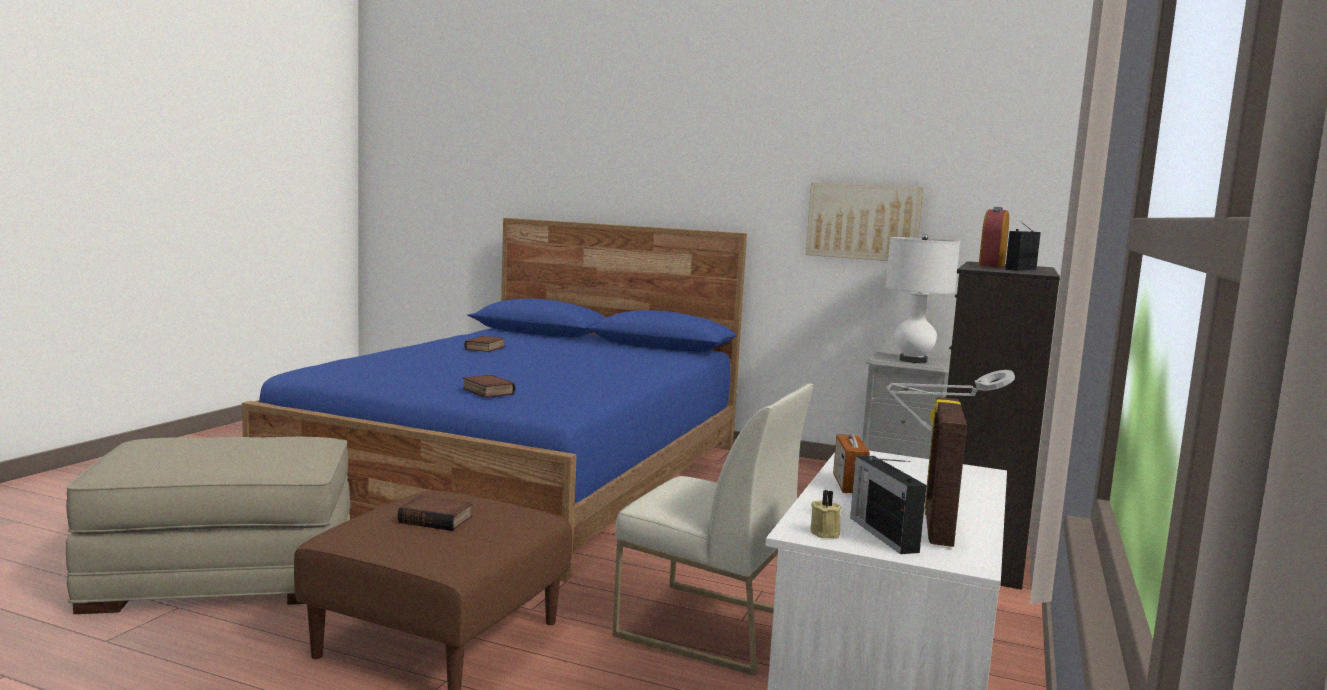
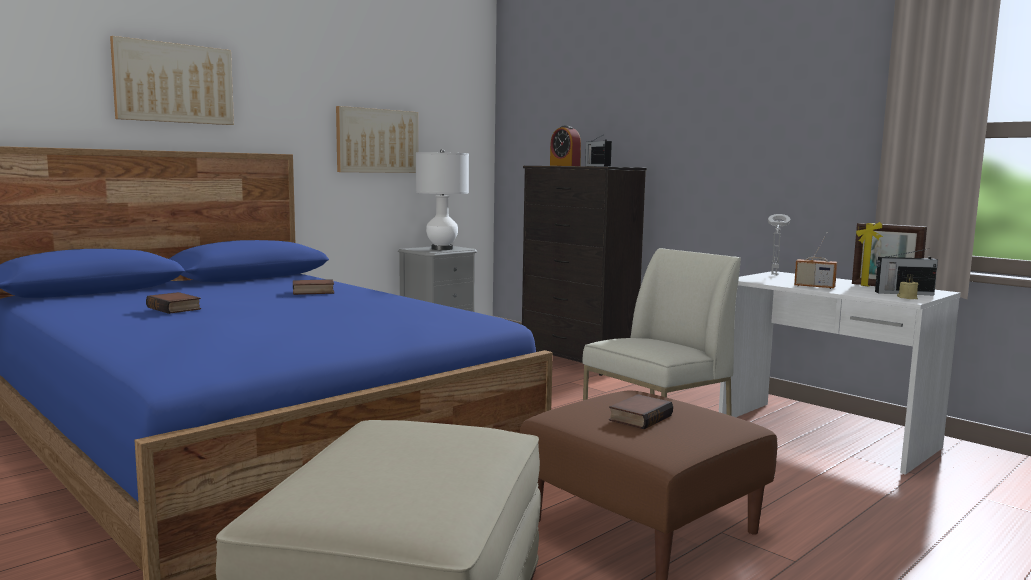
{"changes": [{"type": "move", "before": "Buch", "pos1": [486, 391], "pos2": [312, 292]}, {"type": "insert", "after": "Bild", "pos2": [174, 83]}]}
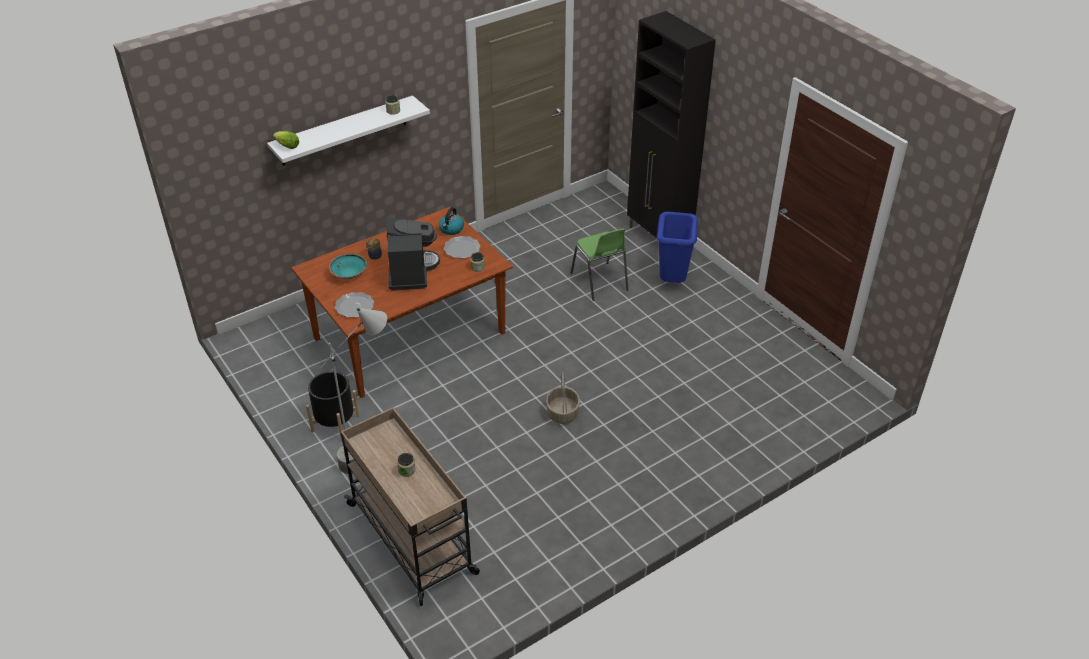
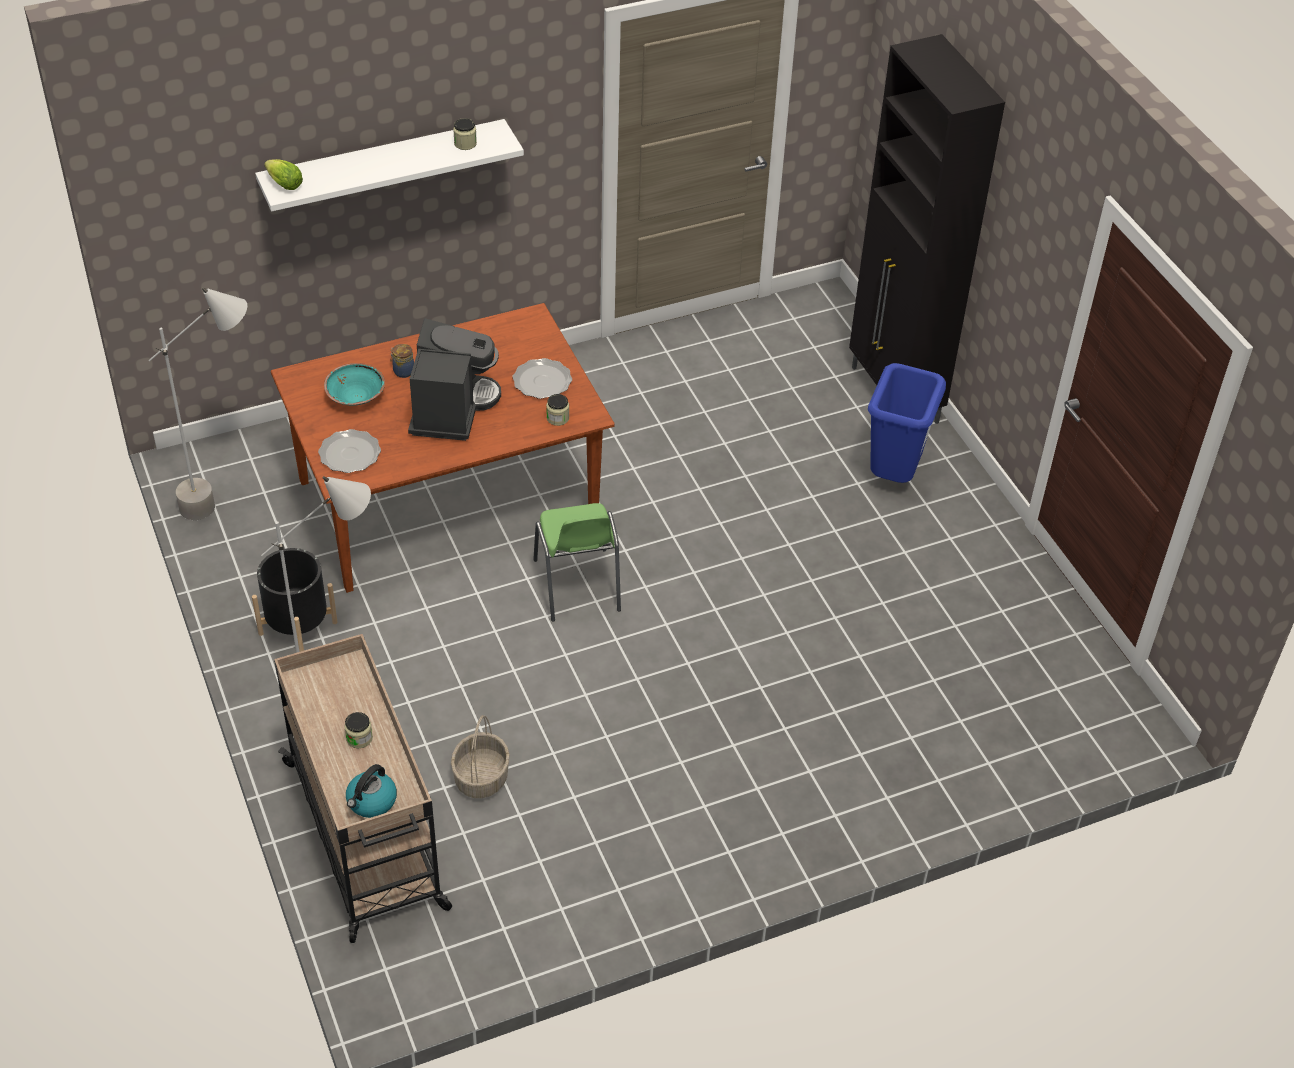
{"changes": [{"type": "move", "before": "Wasserkessel", "pos1": [451, 229], "pos2": [371, 802]}, {"type": "move", "before": "Korb", "pos1": [563, 413], "pos2": [481, 778]}, {"type": "move", "before": "Stuhl (grün)", "pos1": [599, 282], "pos2": [577, 586]}, {"type": "insert", "after": "Stehlampe (grau)", "pos2": [227, 502]}]}
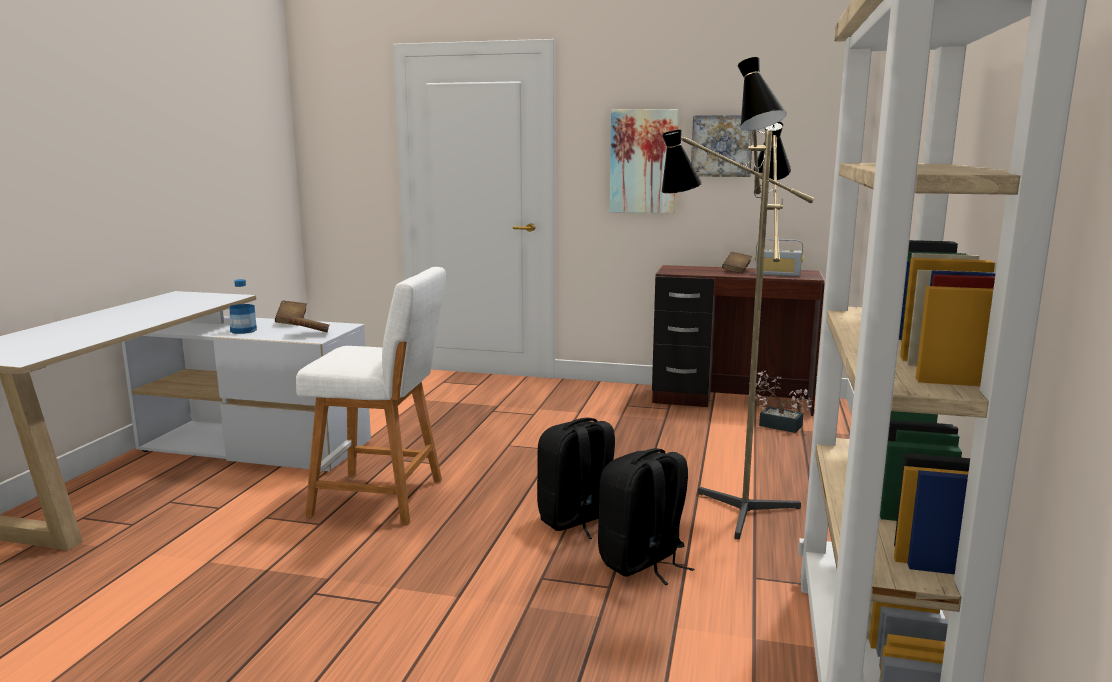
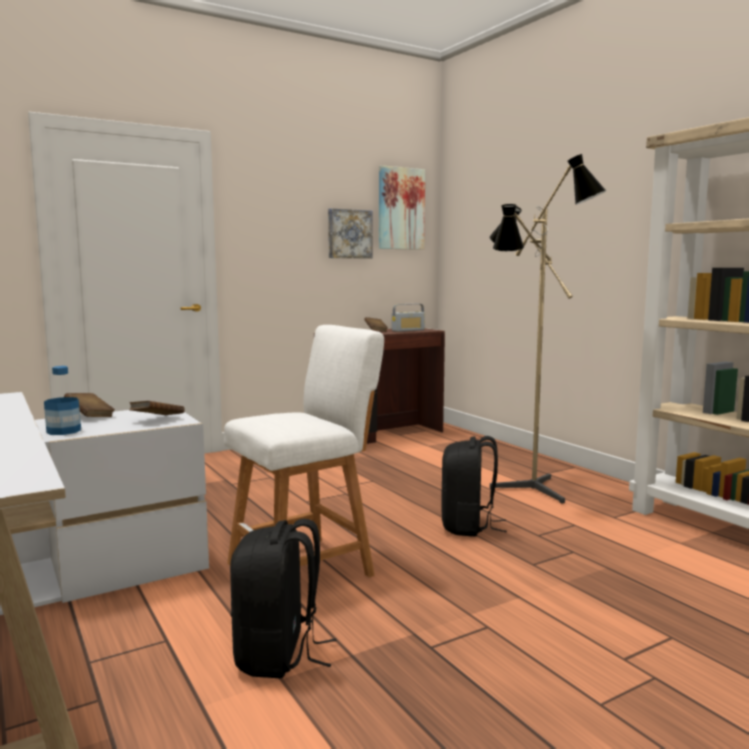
{"changes": [{"type": "move", "before": "Rucksack (schwarz)", "pos1": [642, 562], "pos2": [279, 655]}, {"type": "move", "before": "Bild", "pos1": [643, 161], "pos2": [400, 208]}, {"type": "delete", "before": "Topfpflanze", "pos1": [775, 424]}]}
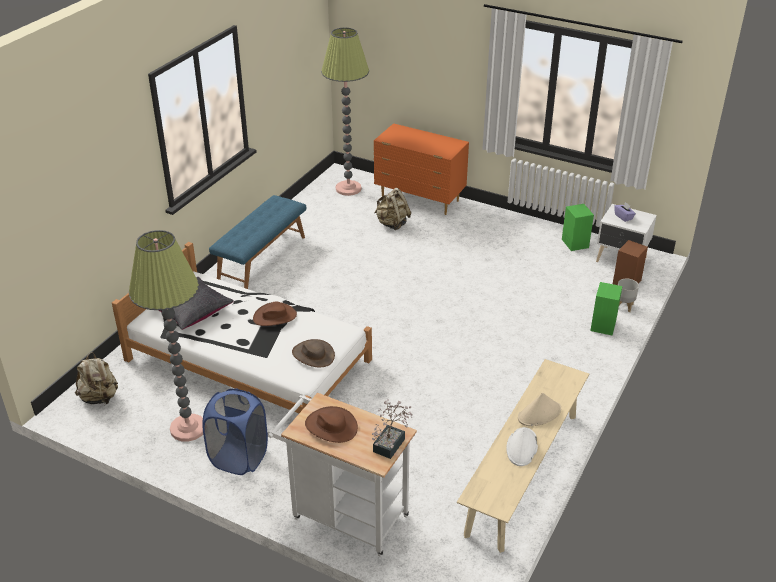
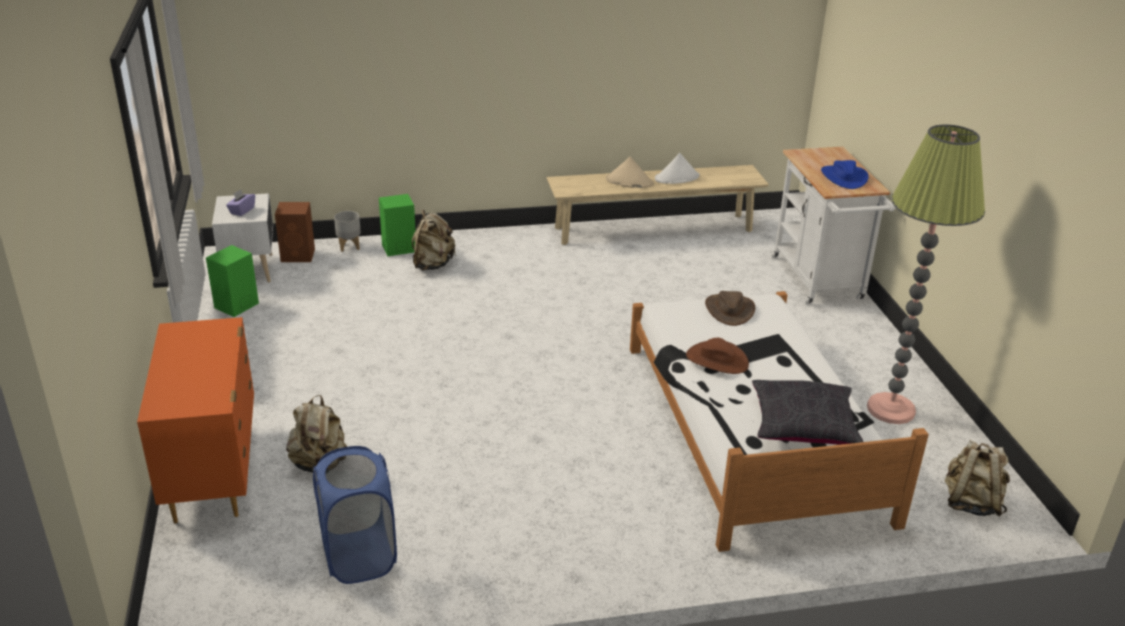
{"changes": [{"type": "move", "before": "Wäschekorb (blau)", "pos1": [239, 458], "pos2": [359, 557]}, {"type": "delete", "before": "Bank (blau)", "pos1": [261, 258]}, {"type": "recolor", "before": "Hut (braun)", "after": "Hut (blau)", "pos1": [331, 426], "pos2": [843, 177]}, {"type": "delete", "before": "Stehlampe", "pos1": [348, 188]}, {"type": "delete", "before": "Topfpflanze", "pos1": [391, 443]}, {"type": "insert", "after": "Rucksack (beige)", "pos2": [432, 265]}]}
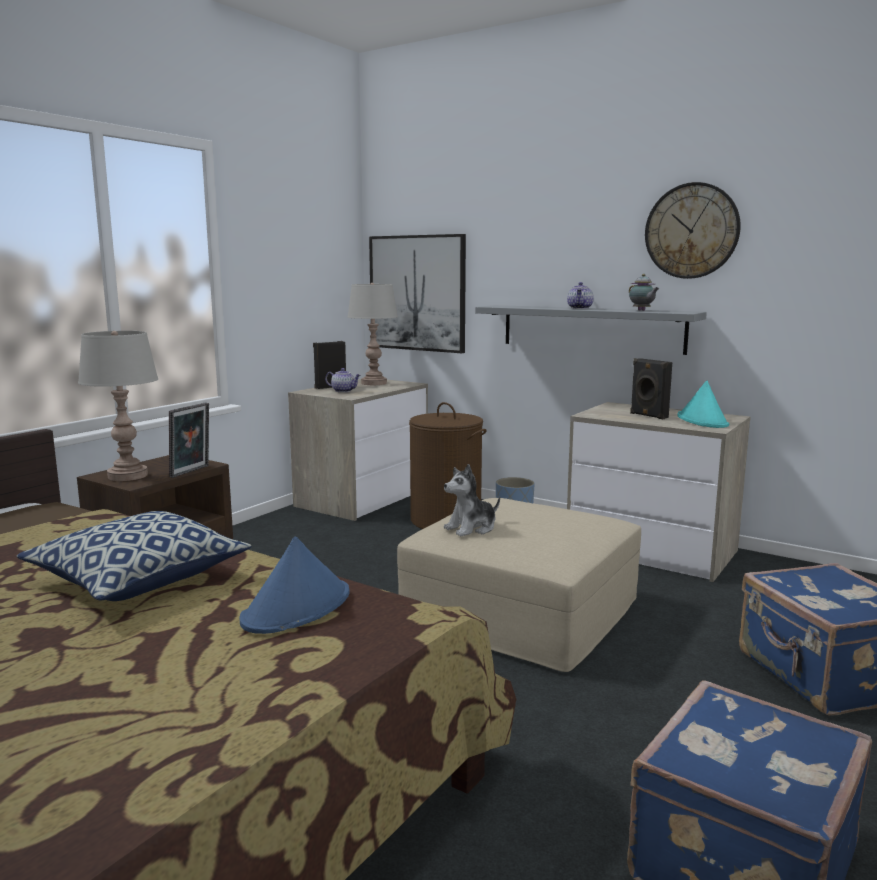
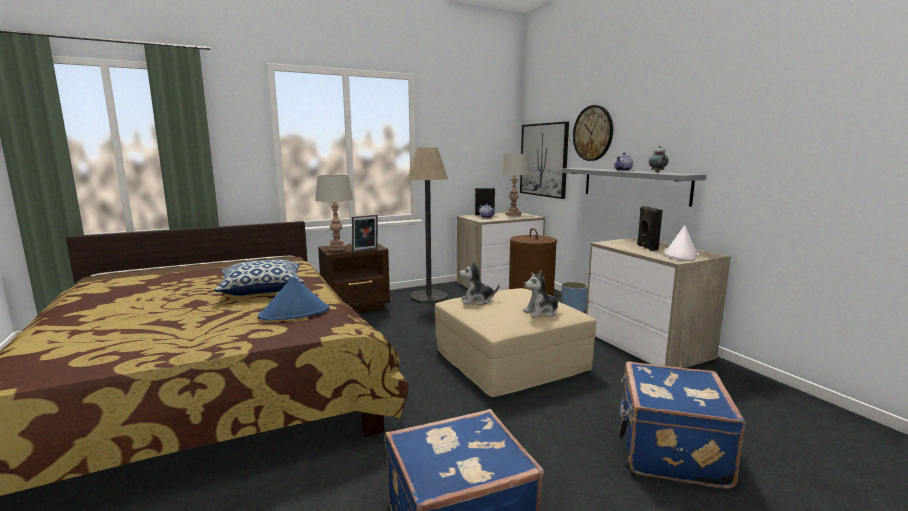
{"changes": [{"type": "move", "before": "Wanduhr", "pos1": [691, 231], "pos2": [593, 133]}, {"type": "recolor", "before": "Hut (türkis)", "after": "Hut (weiß)", "pos1": [702, 420], "pos2": [681, 254]}, {"type": "insert", "after": "Stehlampe", "pos2": [429, 296]}, {"type": "insert", "after": "Plüschtier", "pos2": [541, 312]}]}
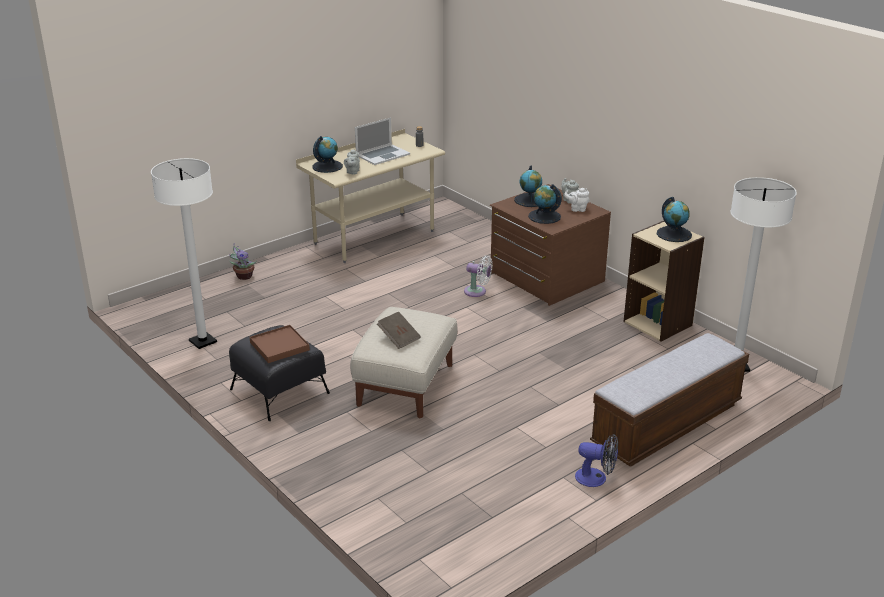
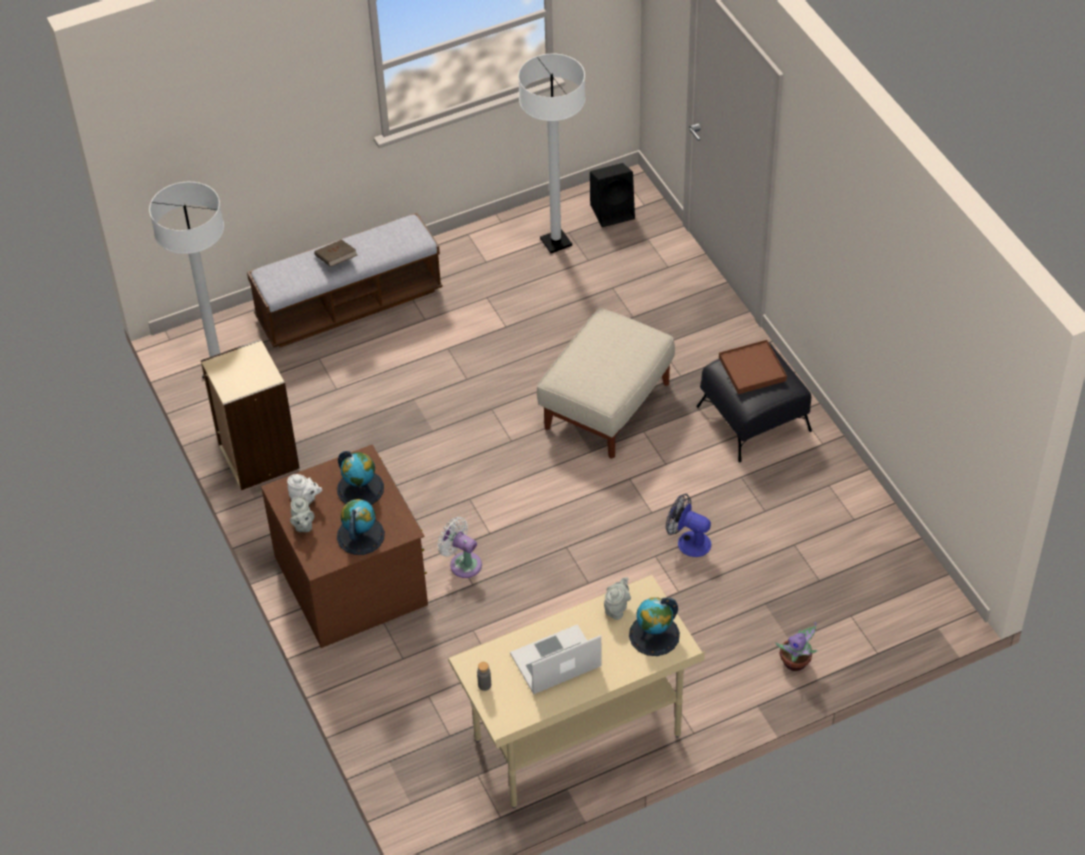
{"changes": [{"type": "move", "before": "Stehlampe (weiß)", "pos1": [203, 341], "pos2": [556, 242]}, {"type": "move", "before": "Buch (braun)", "pos1": [399, 338], "pos2": [336, 261]}, {"type": "move", "before": "Ventilator", "pos1": [596, 478], "pos2": [688, 541]}, {"type": "delete", "before": "Globus", "pos1": [674, 234]}, {"type": "insert", "after": "Lautsprecher (schwarz)", "pos2": [613, 211]}]}
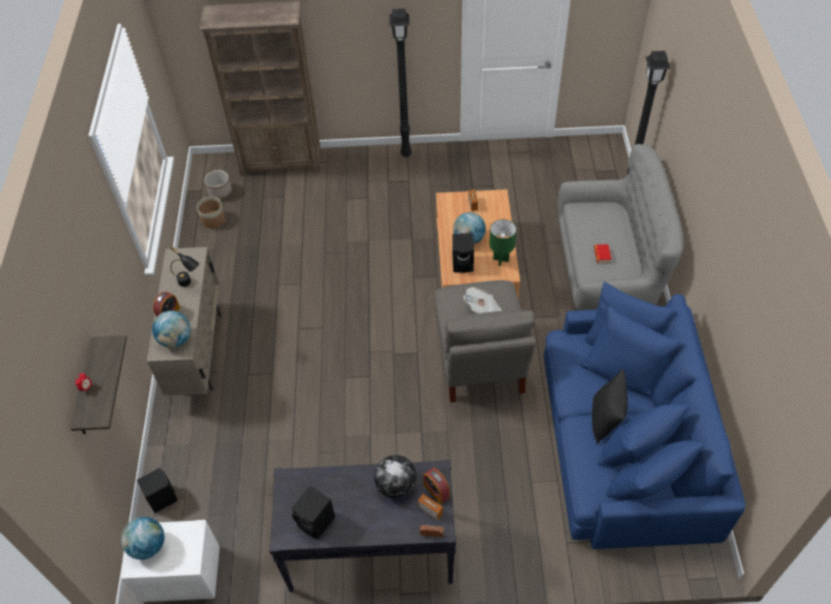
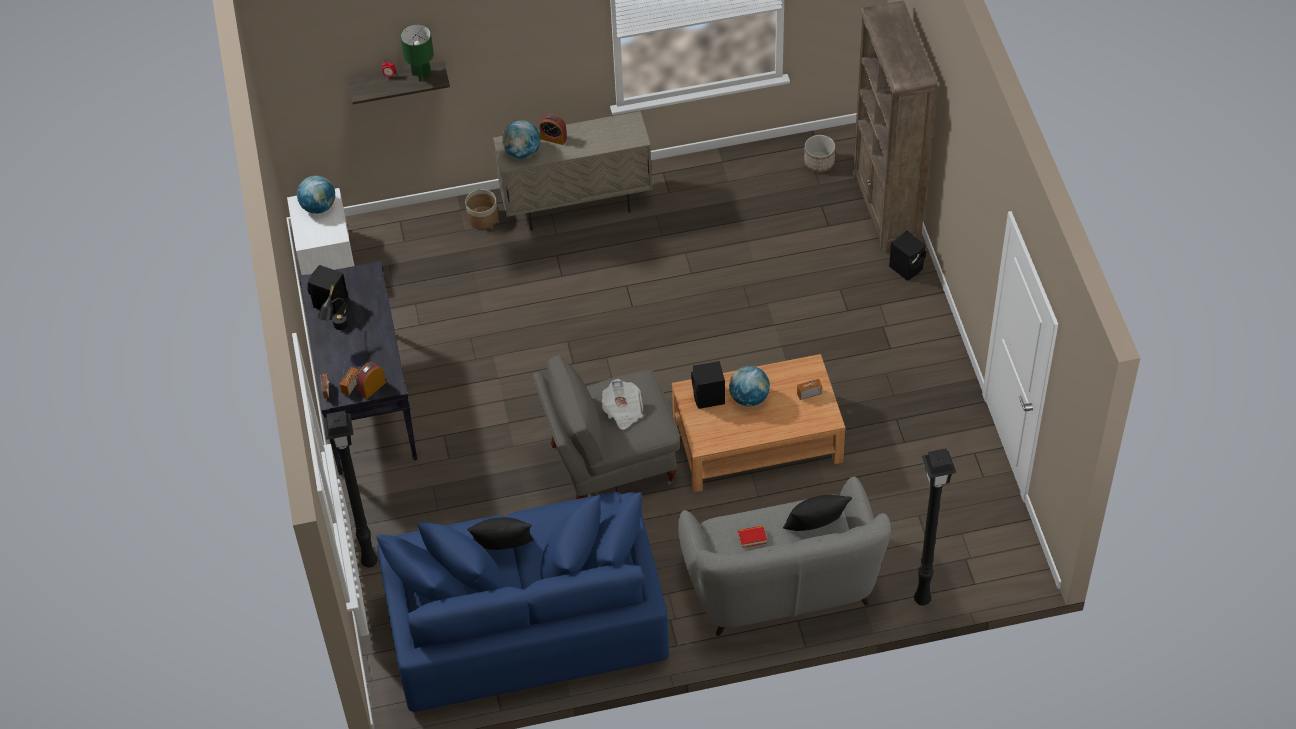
{"changes": [{"type": "move", "before": "Lautsprecher (schwarz)", "pos1": [162, 497], "pos2": [907, 267]}, {"type": "move", "before": "Tischlampe (schwarz)", "pos1": [189, 284], "pos2": [337, 329]}, {"type": "move", "before": "Pflanzkübel", "pos1": [213, 219], "pos2": [483, 218]}, {"type": "delete", "before": "Globus", "pos1": [396, 486]}, {"type": "move", "before": "Stehlampe (schwarz)", "pos1": [405, 153], "pos2": [370, 561]}, {"type": "move", "before": "Tischlampe (grün)", "pos1": [500, 260], "pos2": [421, 74]}, {"type": "insert", "after": "Kissen (schwarz)", "pos2": [816, 529]}]}
